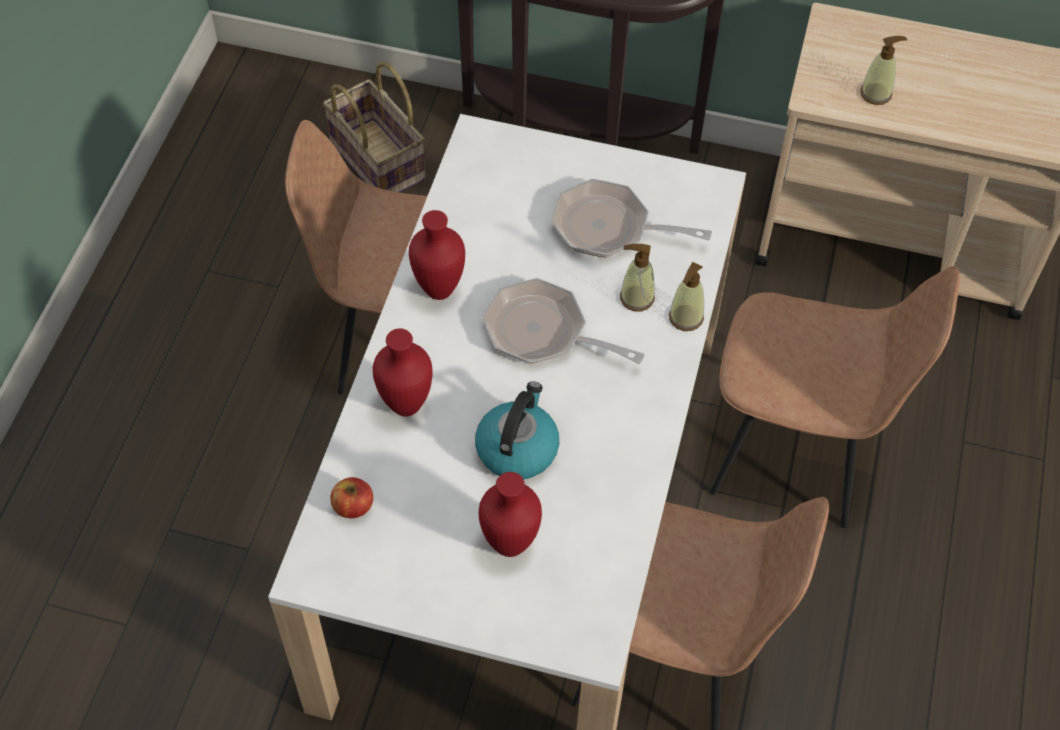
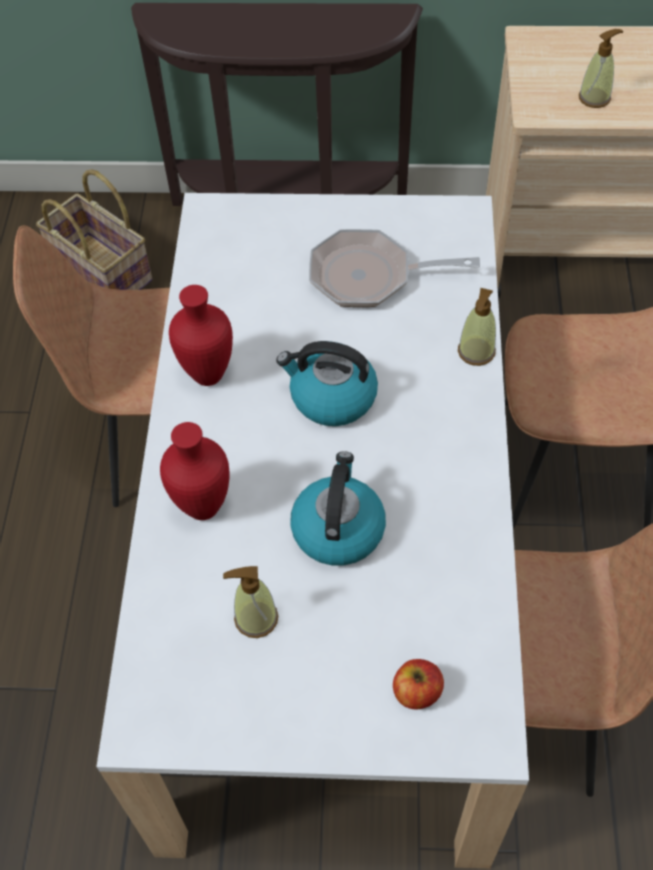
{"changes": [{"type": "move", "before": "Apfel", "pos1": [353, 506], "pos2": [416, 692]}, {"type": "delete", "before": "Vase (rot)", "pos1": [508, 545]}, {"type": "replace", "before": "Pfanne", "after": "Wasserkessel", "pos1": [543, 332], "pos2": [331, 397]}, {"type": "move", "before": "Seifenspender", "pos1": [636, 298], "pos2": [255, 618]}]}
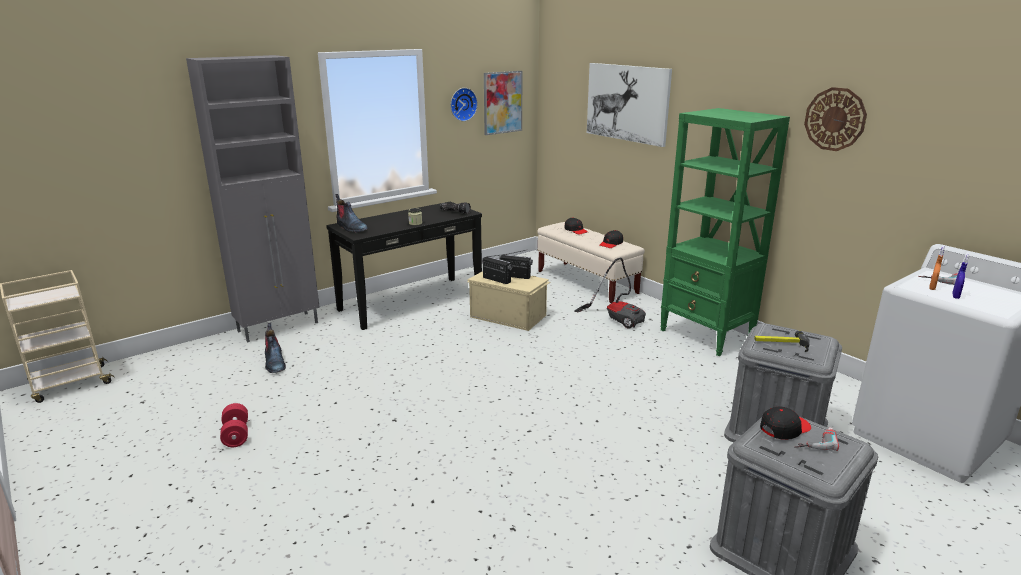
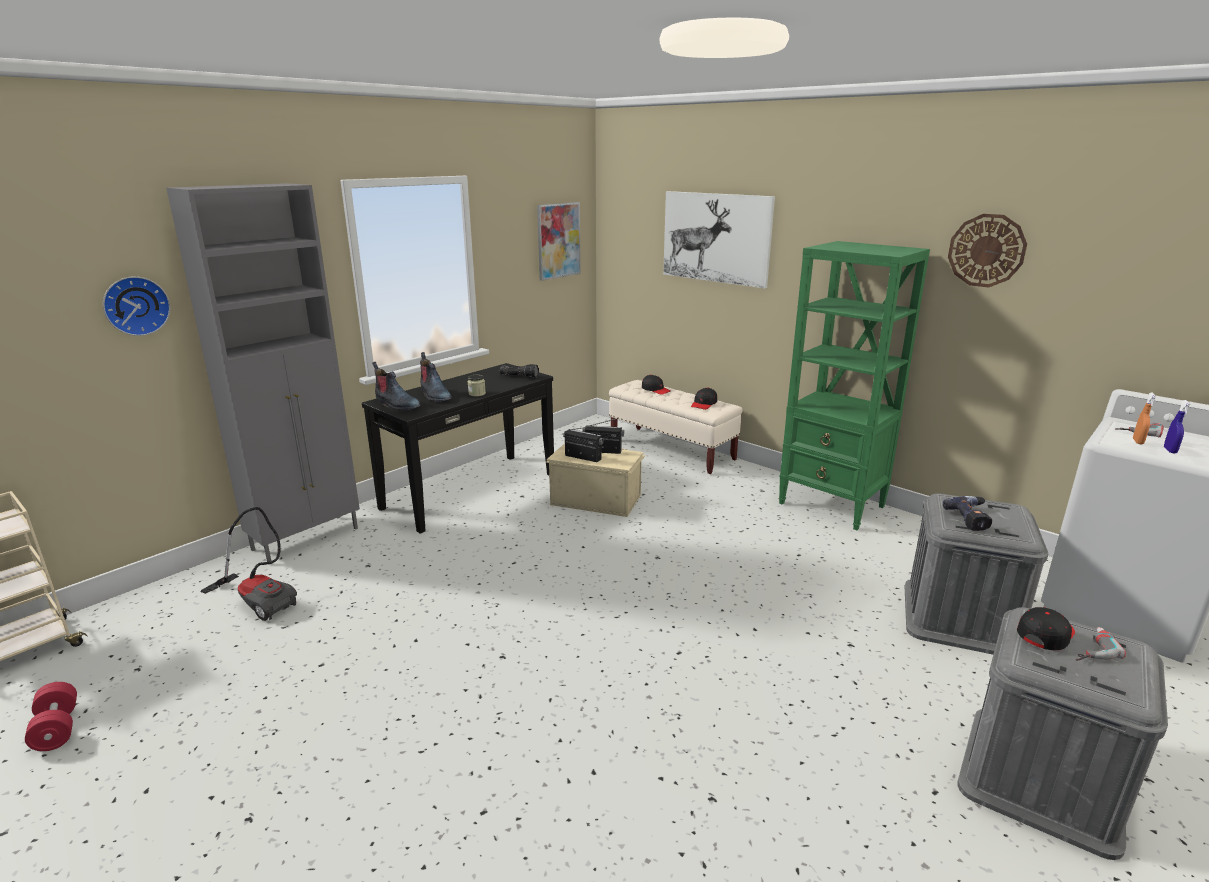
{"changes": [{"type": "move", "before": "Hantel (rot)", "pos1": [236, 435], "pos2": [57, 729]}, {"type": "move", "before": "Stiefel", "pos1": [275, 363], "pos2": [434, 395]}, {"type": "move", "before": "Wanduhr", "pos1": [462, 104], "pos2": [135, 305]}, {"type": "move", "before": "Staubsauger", "pos1": [616, 318], "pos2": [260, 599]}, {"type": "replace", "before": "Hammer", "after": "Bohrmaschine", "pos1": [781, 344], "pos2": [973, 519]}]}
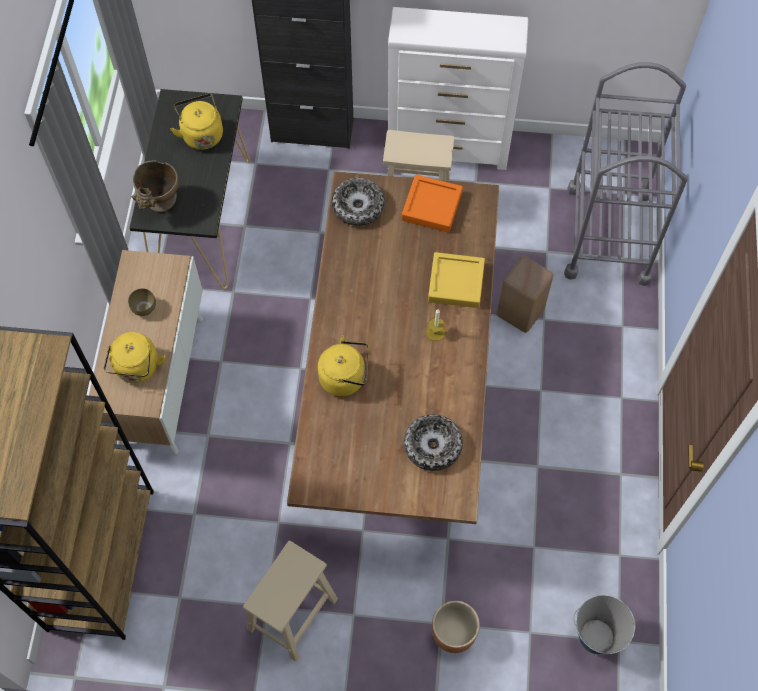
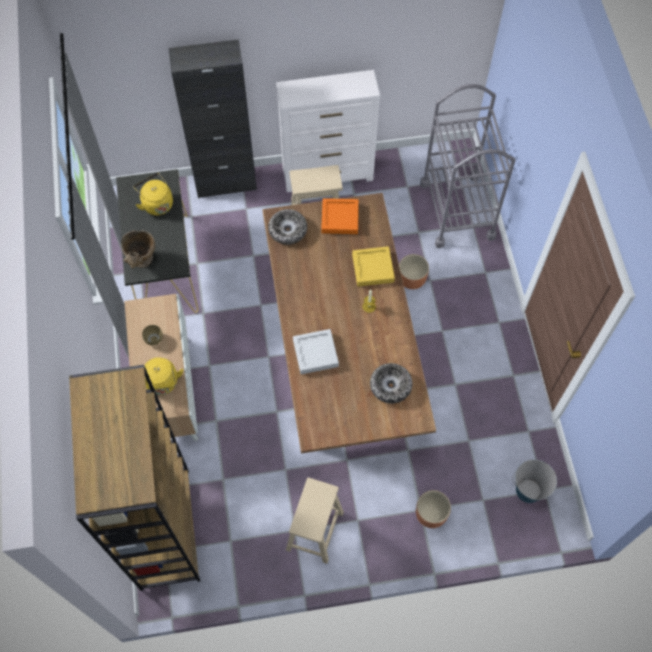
{"changes": [{"type": "replace", "before": "Wasserkessel (gelb)", "after": "Tablett (grau)", "pos1": [345, 377], "pos2": [315, 353]}, {"type": "replace", "before": "Hocker (beige)", "after": "Pflanzkübel (braun)", "pos1": [519, 312], "pos2": [411, 280]}]}
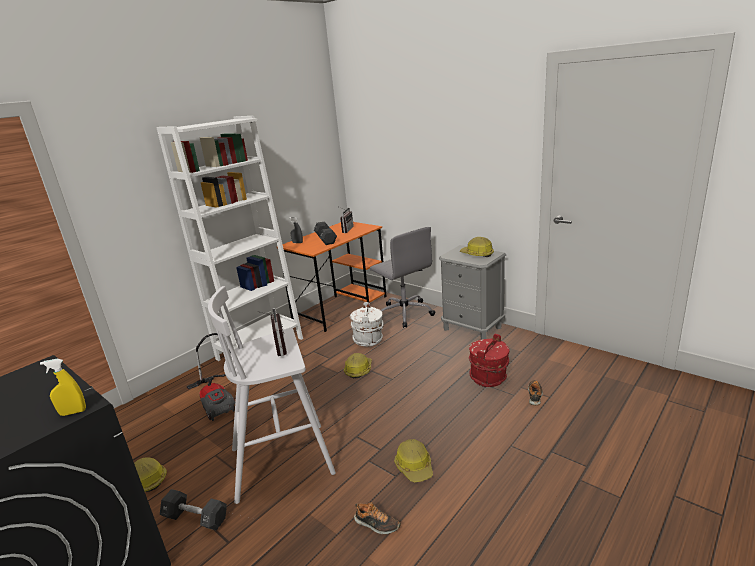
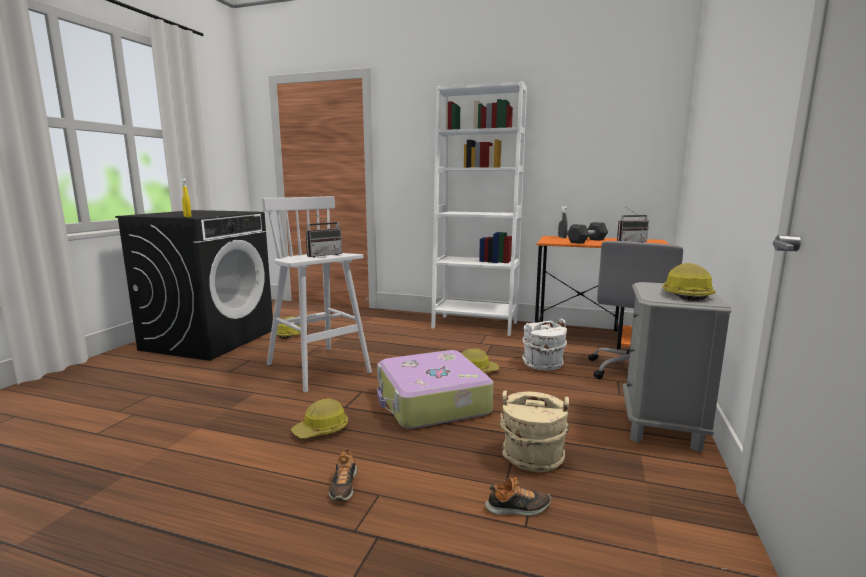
{"changes": [{"type": "delete", "before": "Hantel (schwarz)", "pos1": [196, 518]}, {"type": "delete", "before": "Staubsauger", "pos1": [217, 401]}, {"type": "move", "before": "Schuh", "pos1": [376, 524], "pos2": [343, 485]}, {"type": "recolor", "before": "Eimer (rot)", "after": "Eimer (beige)", "pos1": [489, 378], "pos2": [532, 457]}, {"type": "insert", "after": "Koffer", "pos2": [431, 403]}]}
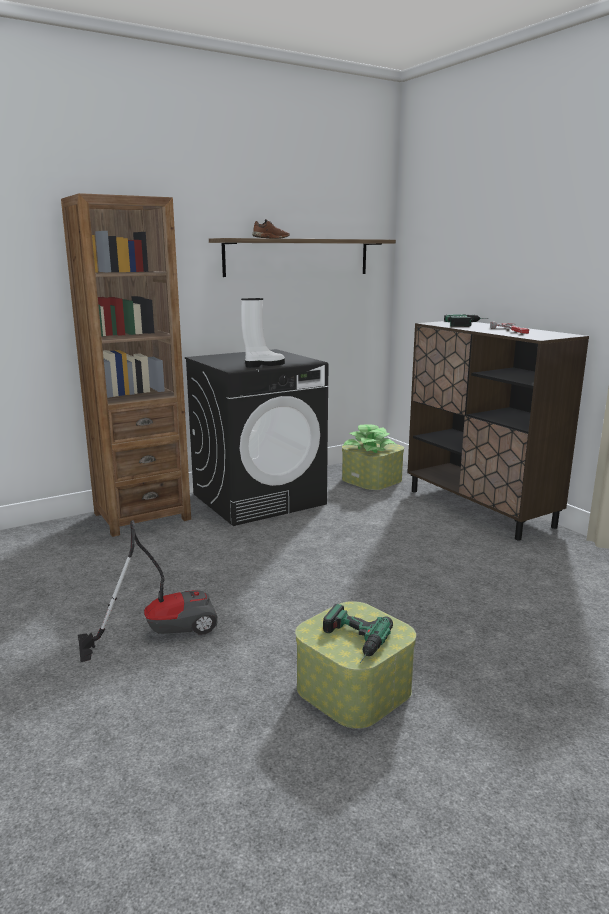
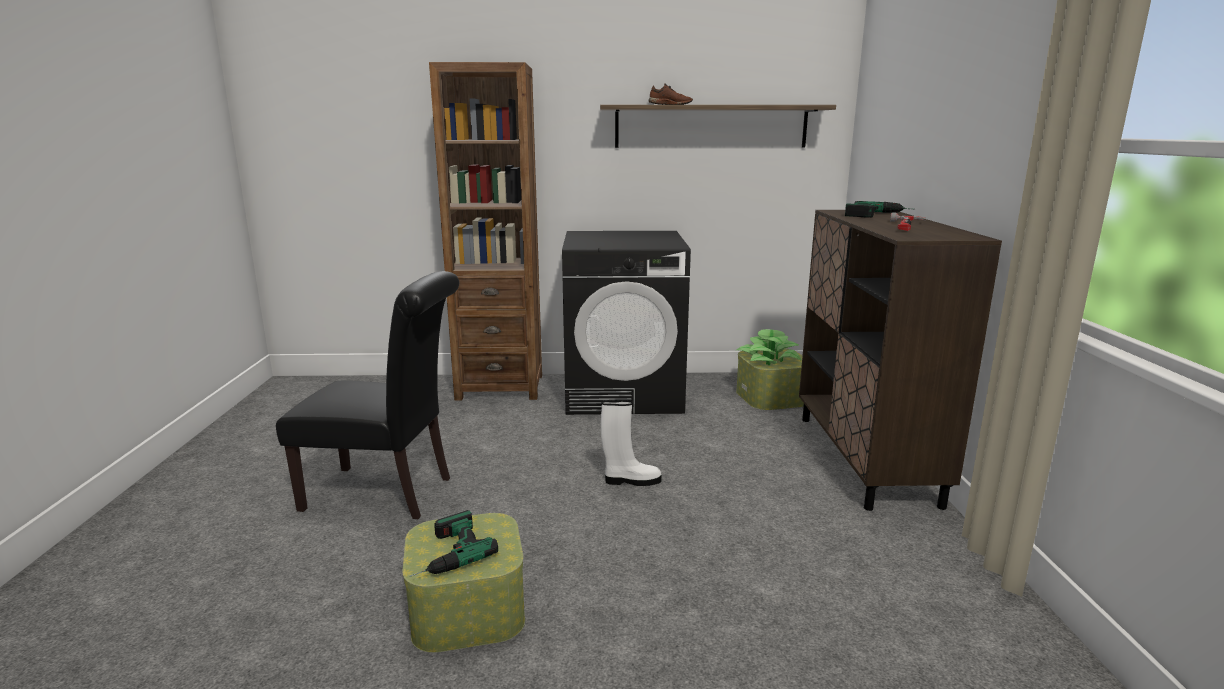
{"changes": [{"type": "replace", "before": "Staubsauger", "after": "Stuhl (schwarz)", "pos1": [161, 629], "pos2": [387, 493]}, {"type": "move", "before": "Stiefel (weiß)", "pos1": [263, 365], "pos2": [631, 481]}]}
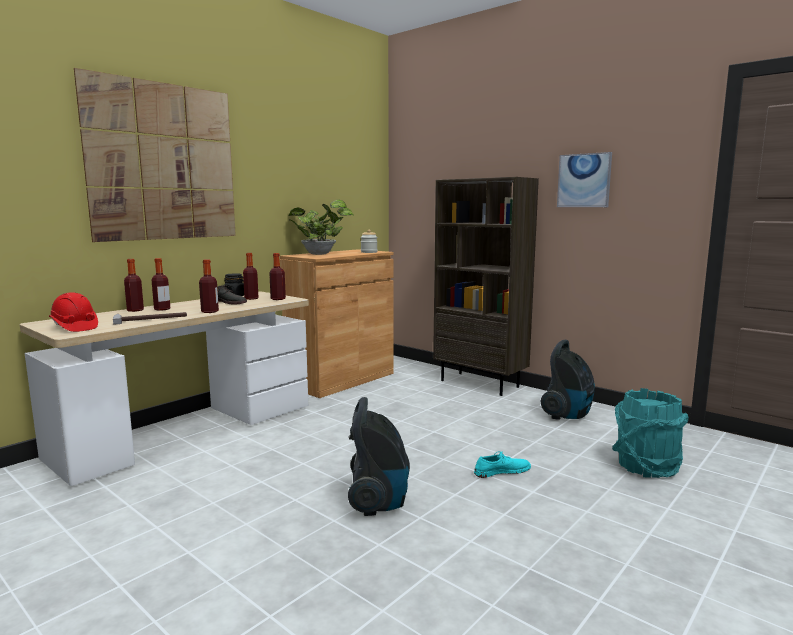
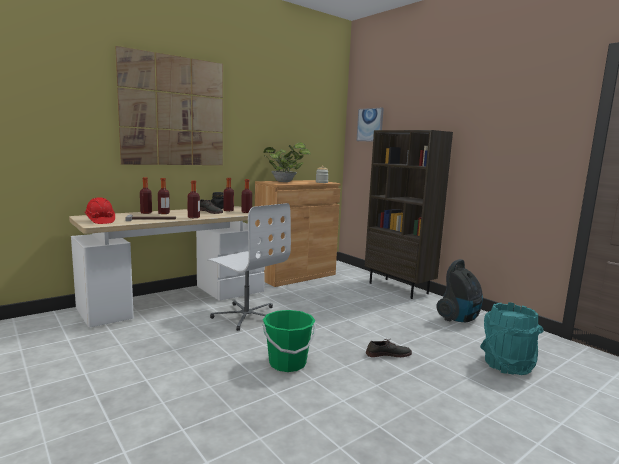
{"changes": [{"type": "replace", "before": "Staubsauger", "after": "Eimer (grün)", "pos1": [378, 501], "pos2": [287, 363]}, {"type": "recolor", "before": "Schuh (türkis)", "after": "Schuh (grau)", "pos1": [502, 471], "pos2": [388, 354]}, {"type": "move", "before": "Bild", "pos1": [584, 180], "pos2": [370, 125]}, {"type": "insert", "after": "Bürostuhl (weiß)", "pos2": [246, 316]}]}
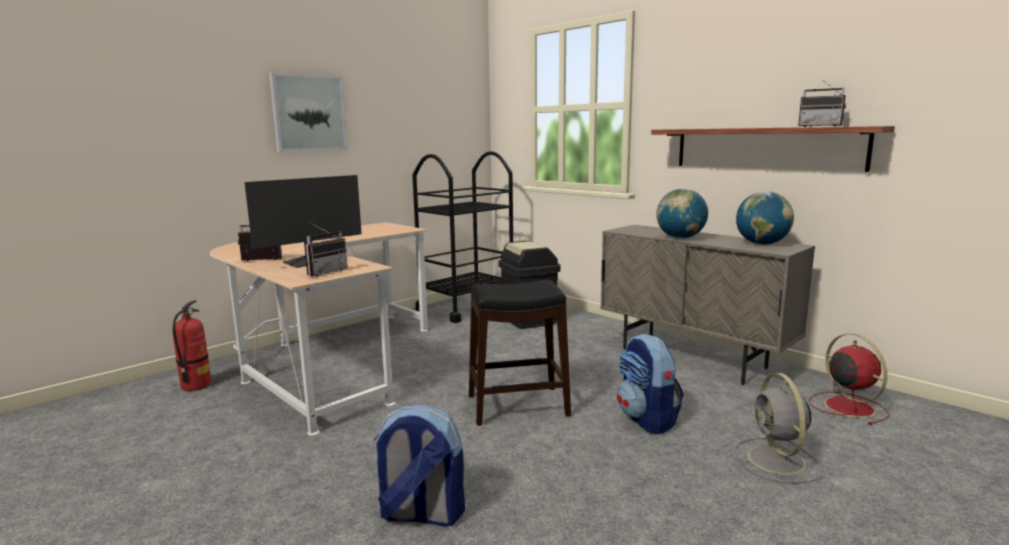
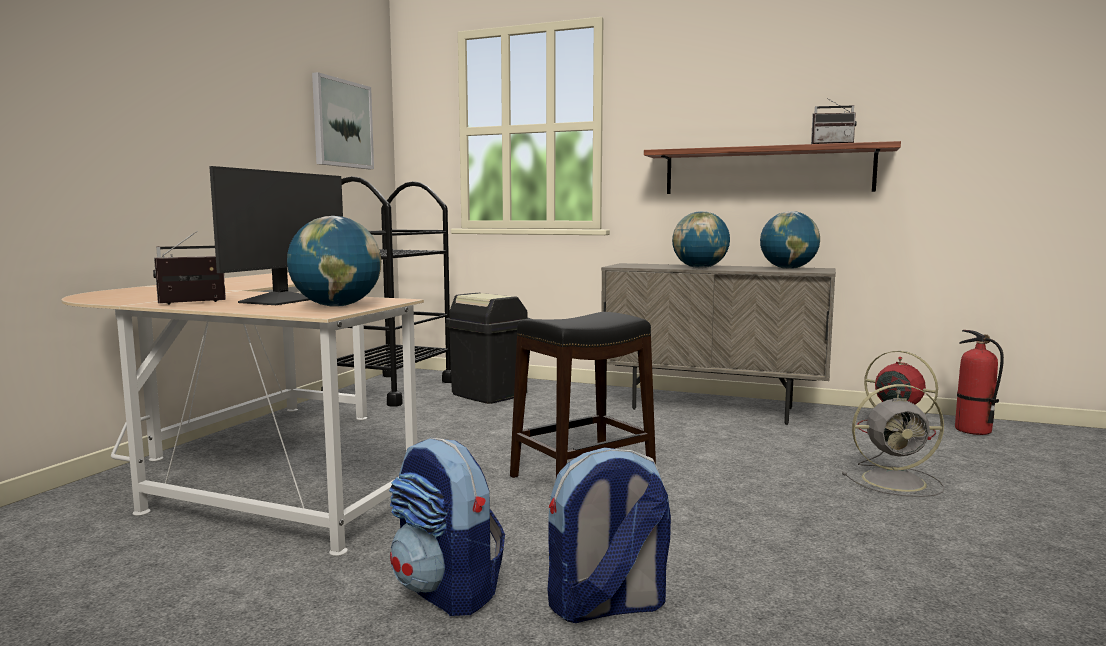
{"changes": [{"type": "move", "before": "Feuerlöscher", "pos1": [196, 385], "pos2": [972, 430]}, {"type": "move", "before": "Bild", "pos1": [309, 113], "pos2": [342, 124]}, {"type": "replace", "before": "Radio", "after": "Globus", "pos1": [325, 272], "pos2": [337, 306]}, {"type": "move", "before": "Rucksack", "pos1": [647, 419], "pos2": [447, 591]}, {"type": "rotate", "before": "Ventilator (grau)", "pos1": [777, 461], "pos2": [896, 481], "turn": -60}]}
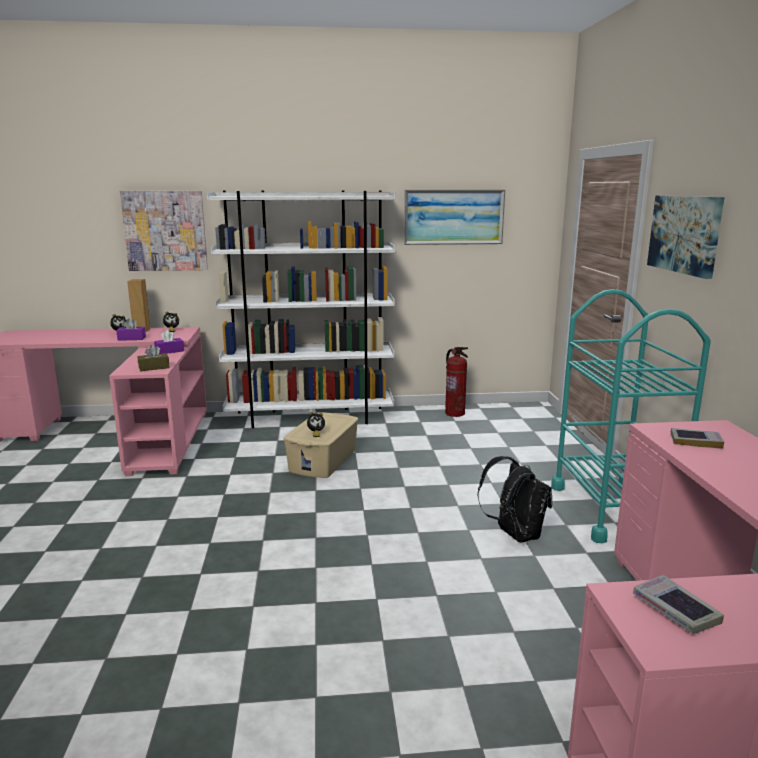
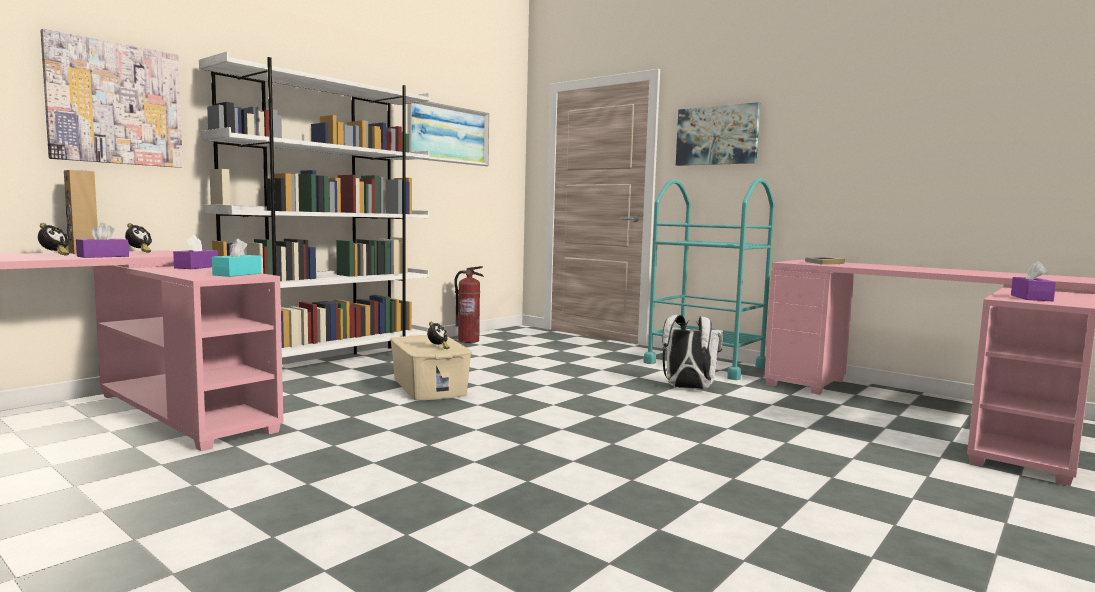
{"changes": [{"type": "recolor", "before": "Taschentuchbox (braun)", "after": "Taschentuchbox (türkis)", "pos1": [154, 368], "pos2": [237, 274]}, {"type": "recolor", "before": "Rucksack (schwarz)", "after": "Rucksack (weiß)", "pos1": [514, 535], "pos2": [687, 389]}, {"type": "replace", "before": "Buch", "after": "Taschentuchbox (lila)", "pos1": [675, 610], "pos2": [1031, 298]}]}
